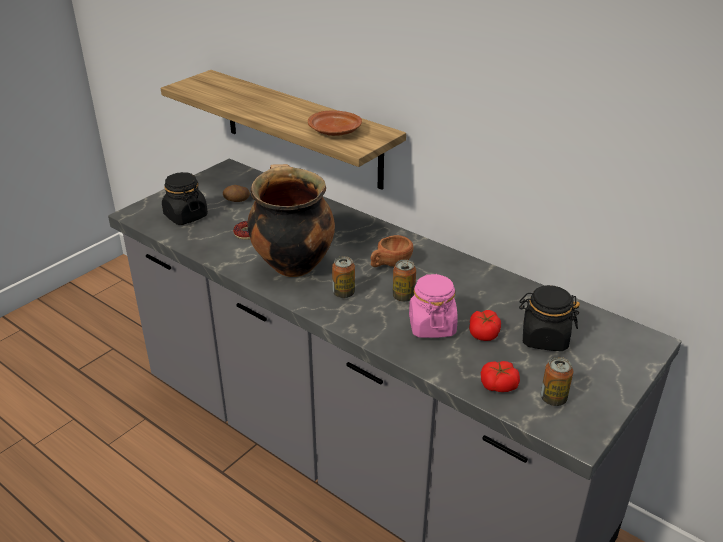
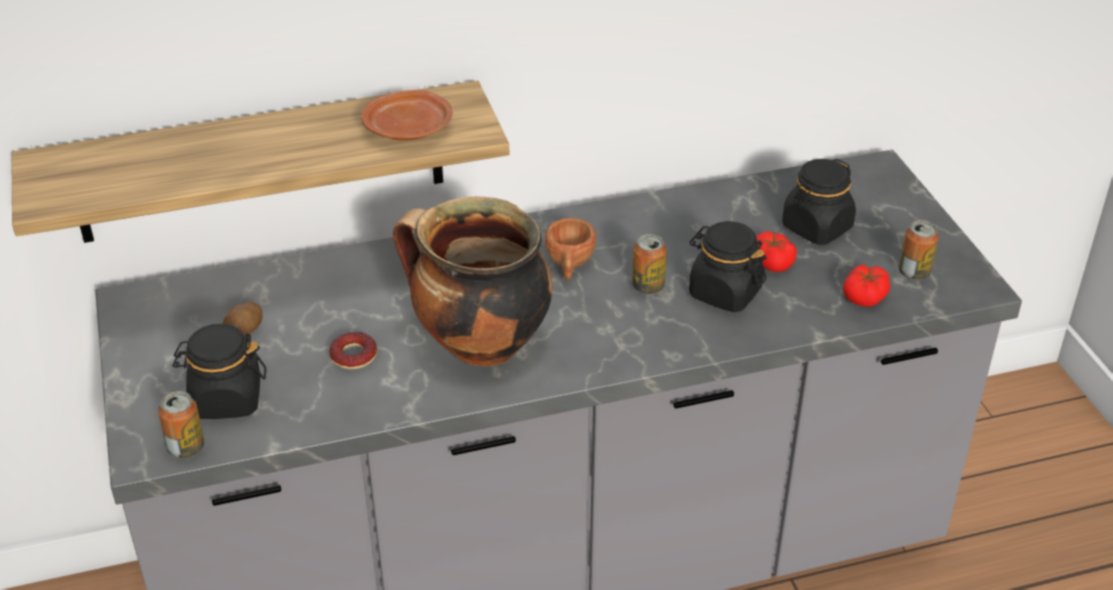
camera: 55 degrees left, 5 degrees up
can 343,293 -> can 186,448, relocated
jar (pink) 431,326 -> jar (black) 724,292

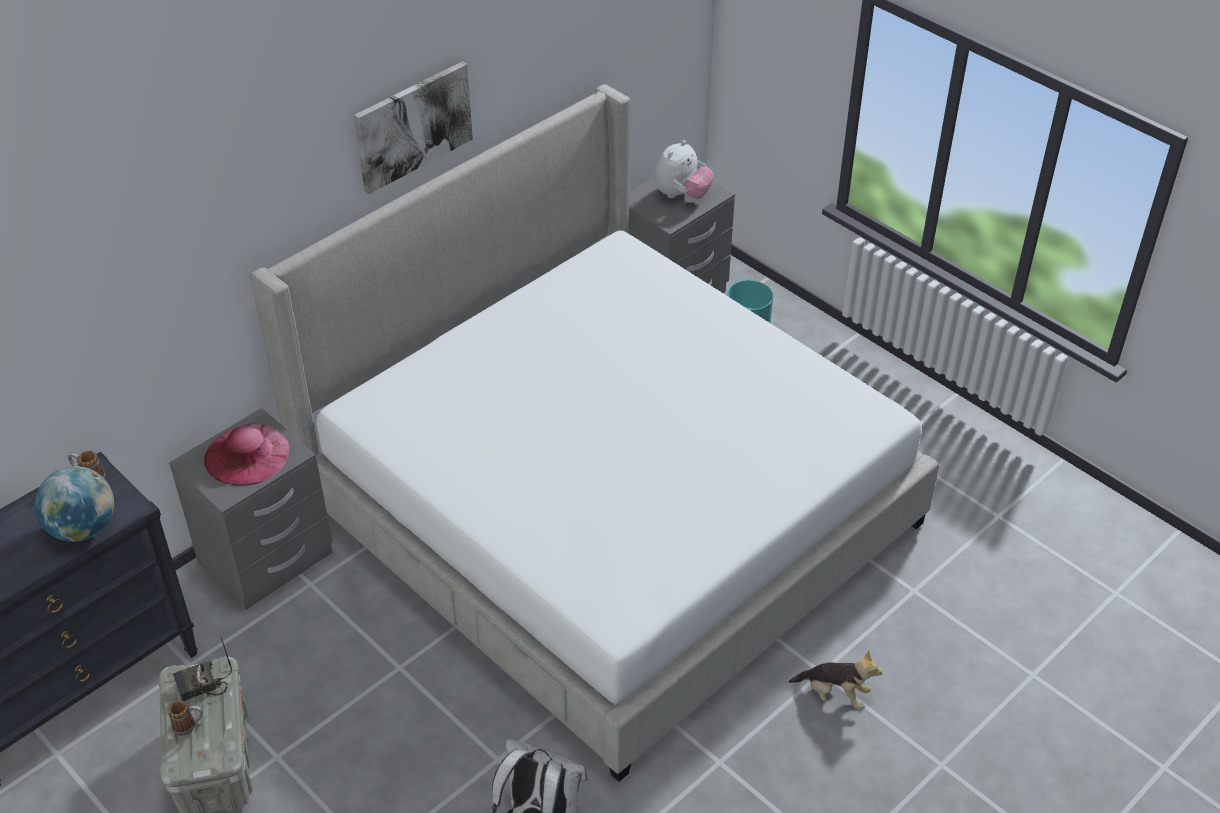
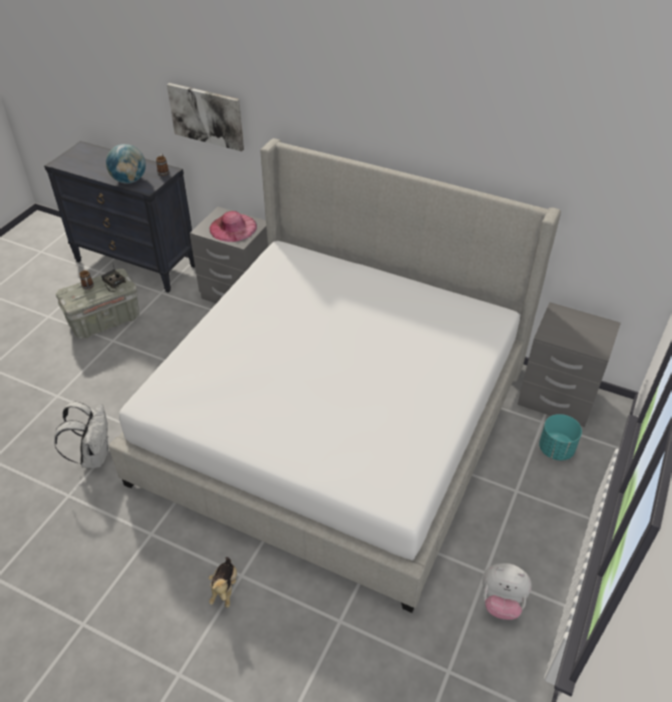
camera: 70 degrees right, 0 degrees up
picture 413,126 -> picture 207,116, relocated
plush toy 681,195 -> plush toy 501,602, relocated

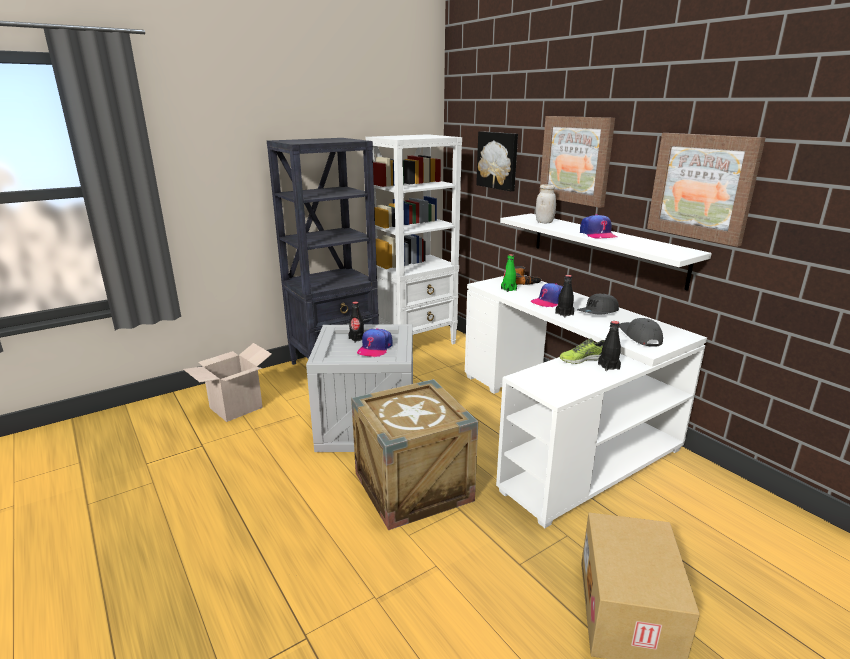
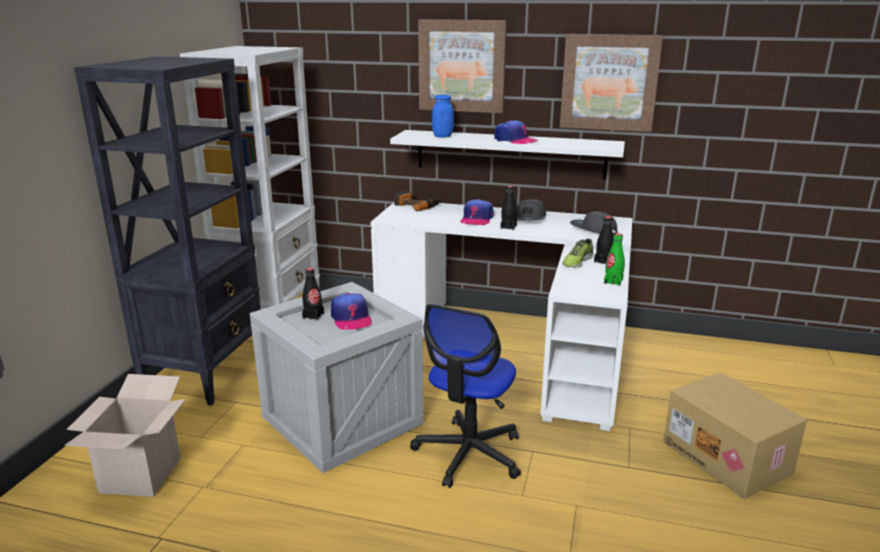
camera: 40 degrees left, 0 degrees up
picture 498,160 -> none
bottle (green) 508,289 -> bottle (green) 613,281, relocated
crate 413,487 -> office chair 468,454
jar (white) 544,222 -> jar (blue) 442,136

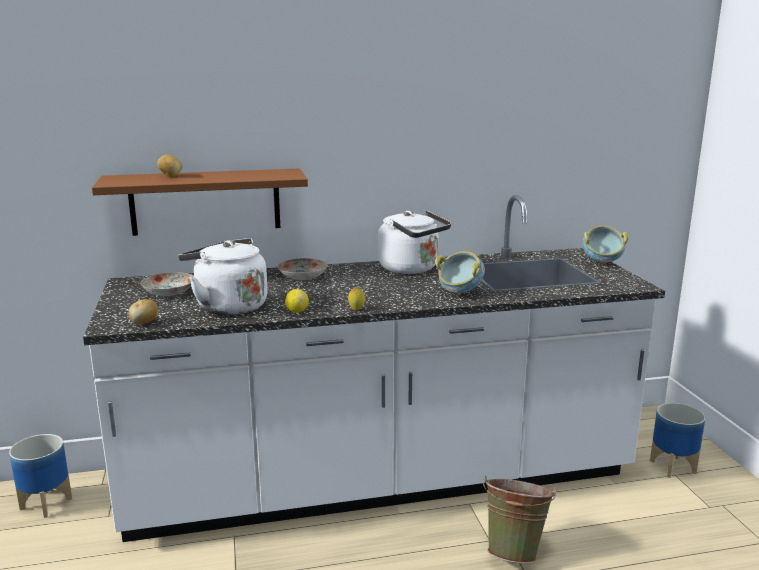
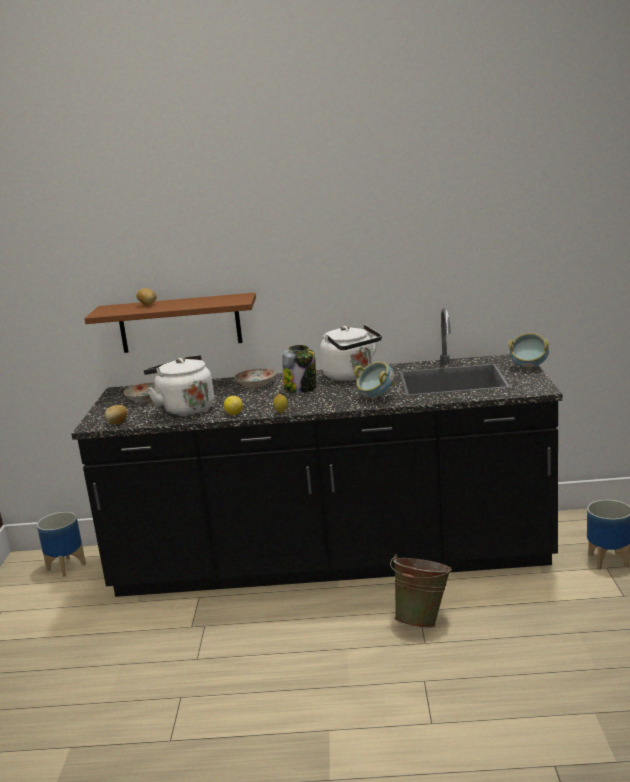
camera: 15 degrees right, 0 degrees up
none -> jar 301,388
counter (white) 379,480 -> counter (black) 331,561

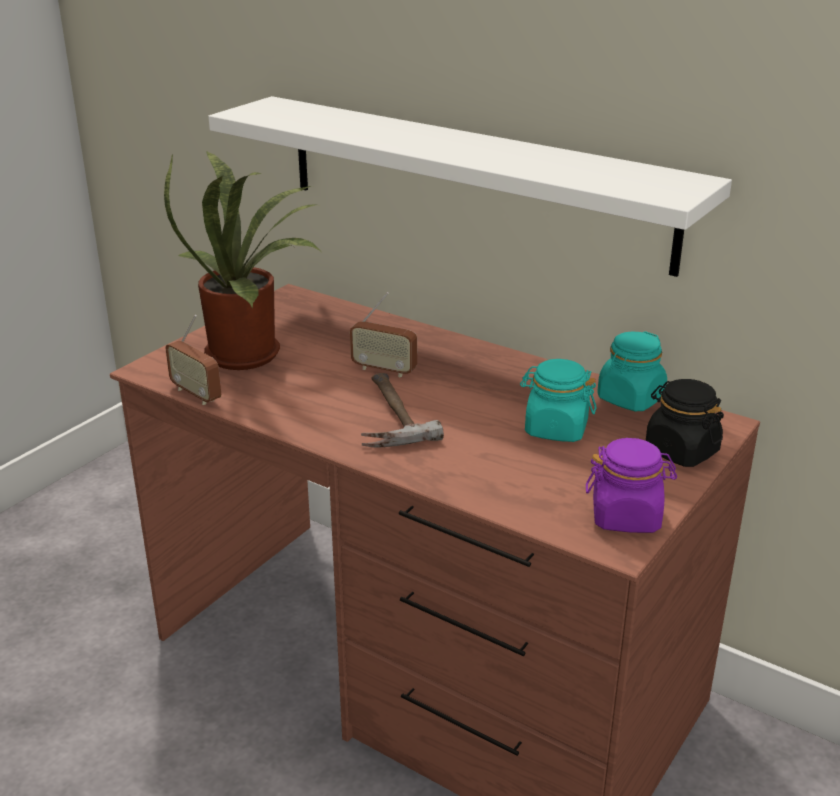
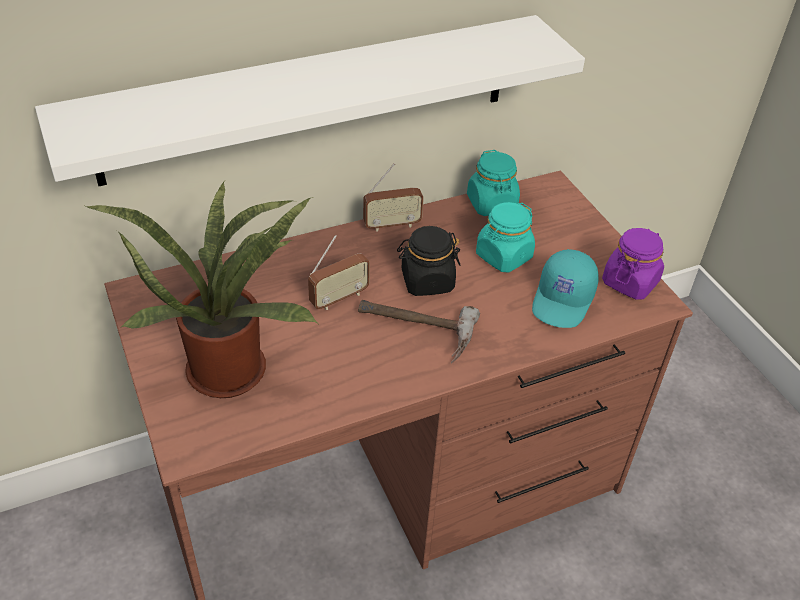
camera: 60 degrees left, 15 degrees up
none -> cap (turquoise) 563,301
radio 196,394 -> radio 392,225, relocated
jar (black) 681,451 -> jar (black) 427,281, relocated

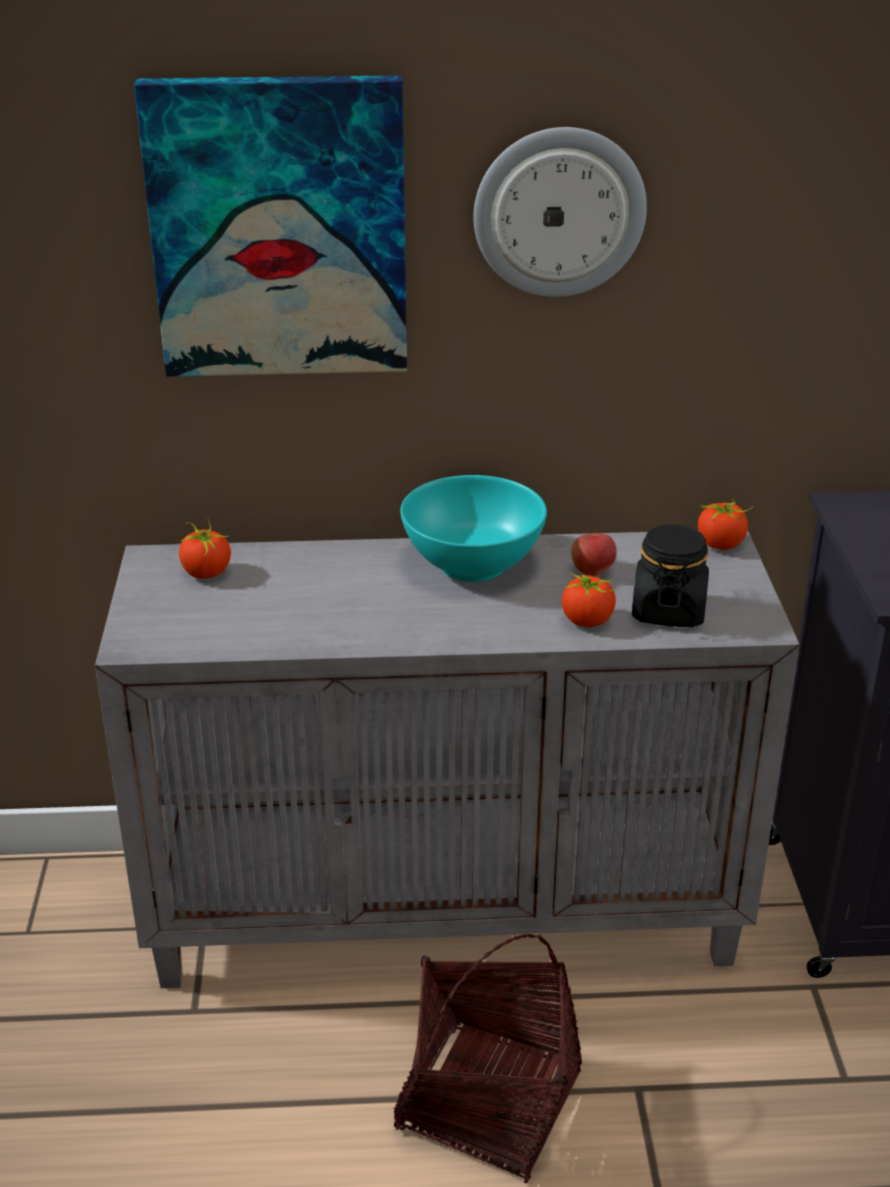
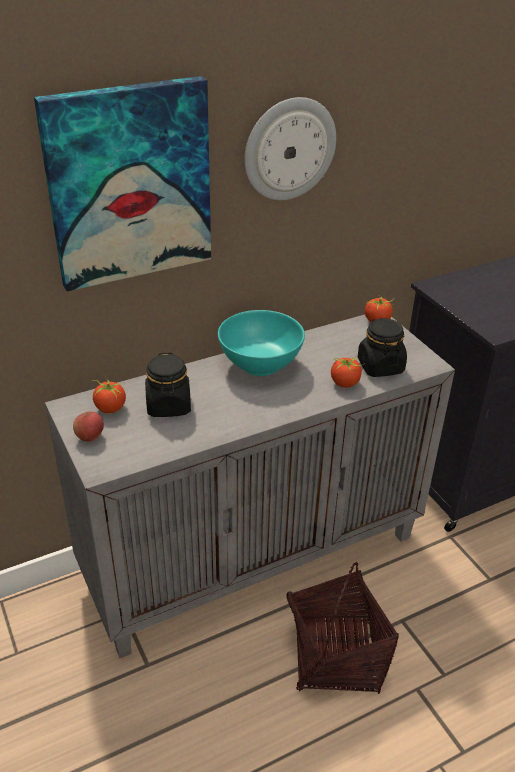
camera: 25 degrees left, 5 degrees up
none -> jar (black) 169,406
apple 592,571 -> apple 90,437, relocated

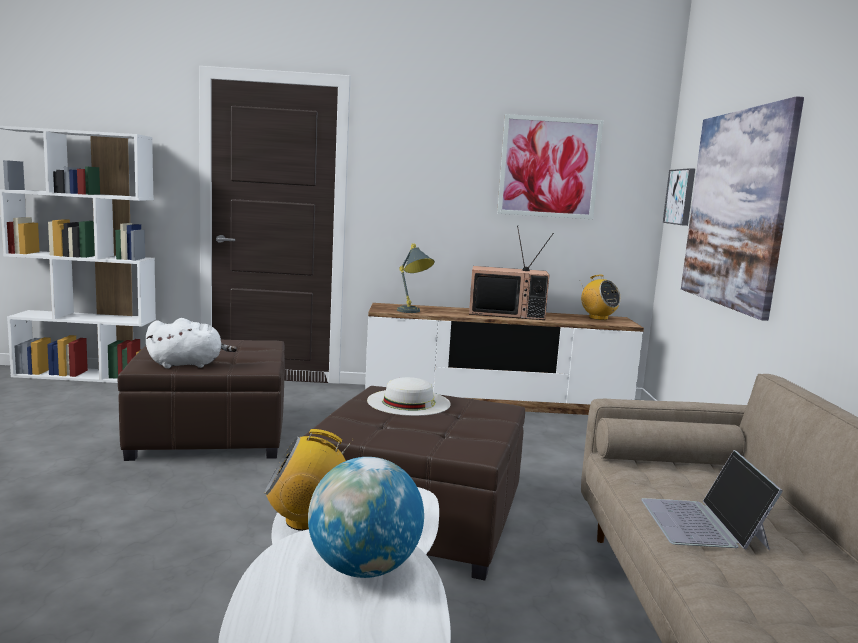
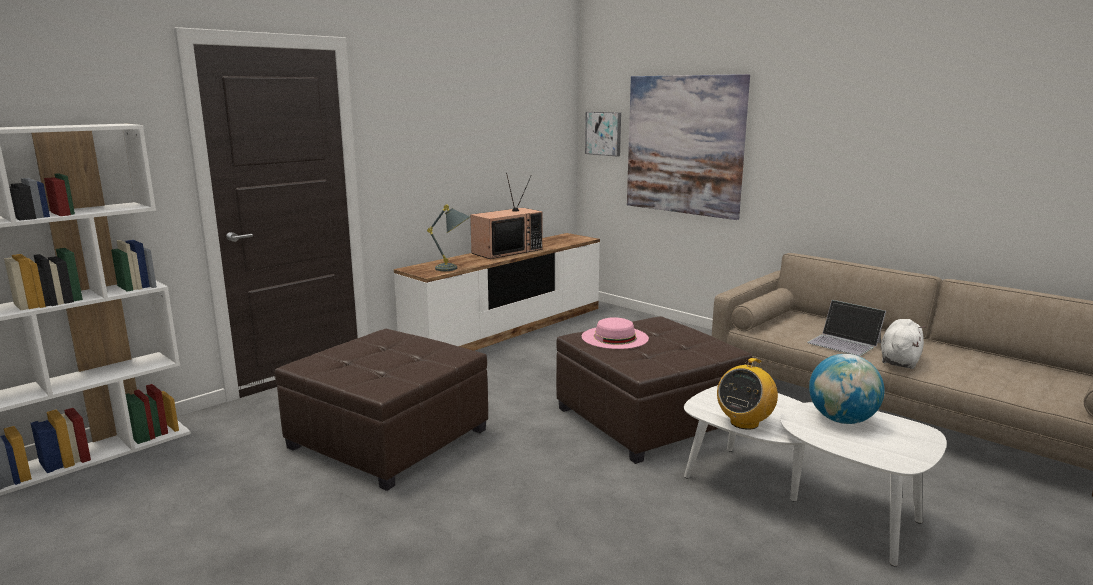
camera: 45 degrees left, 5 degrees up
picture 549,167 -> none
radio 598,318 -> none
plush toy (white) 188,364 -> plush toy (white) 899,360, relocated
hat (white) 409,402 -> hat (pink) 615,337

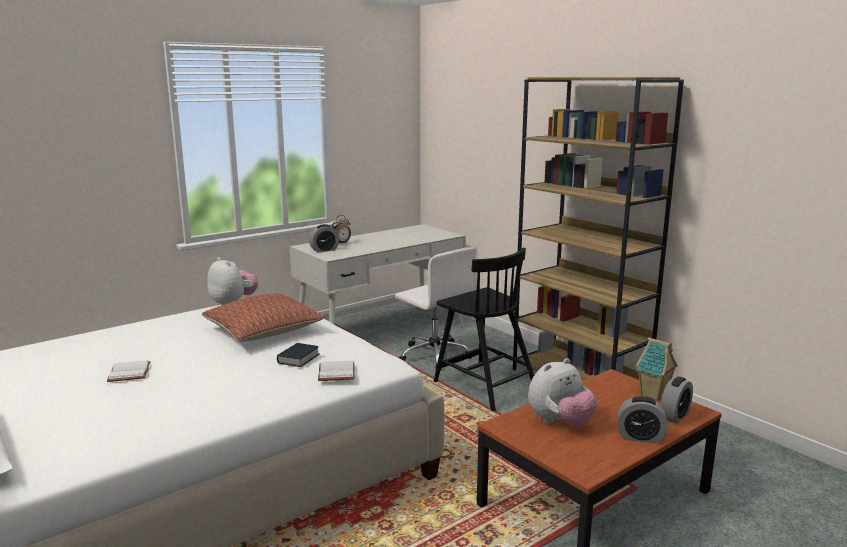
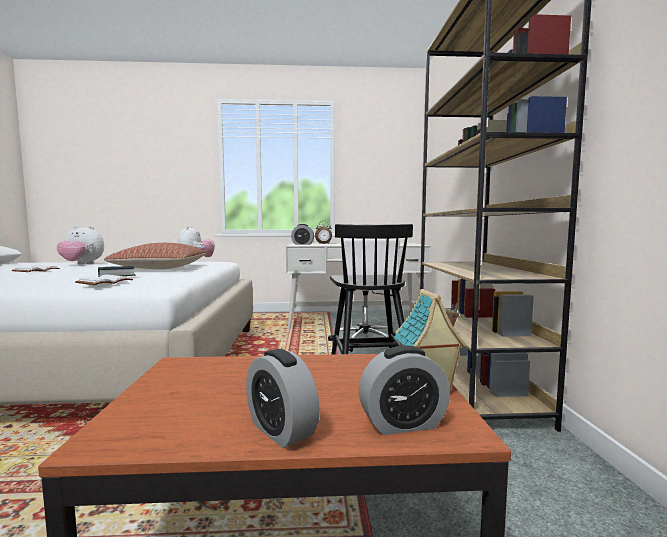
camera: 35 degrees right, 10 degrees down
plush toy 560,423 -> plush toy 82,264, relocated

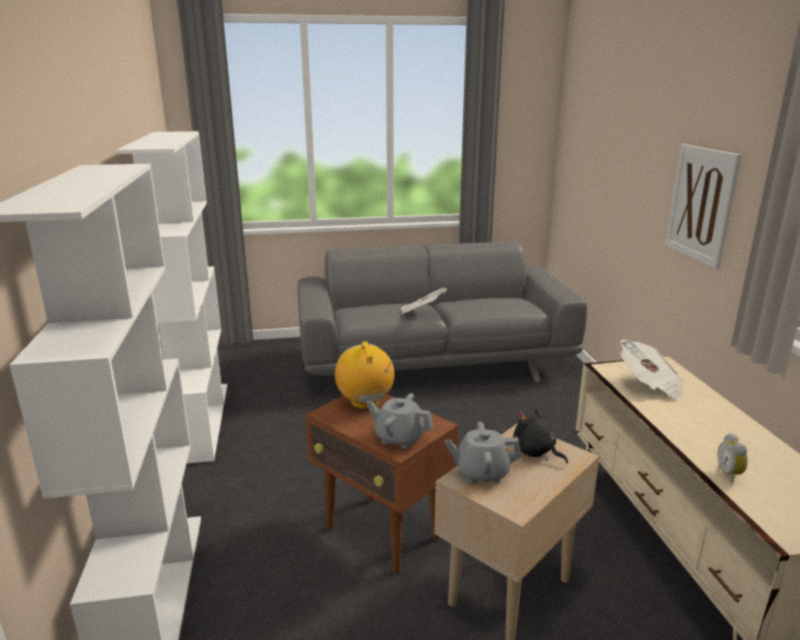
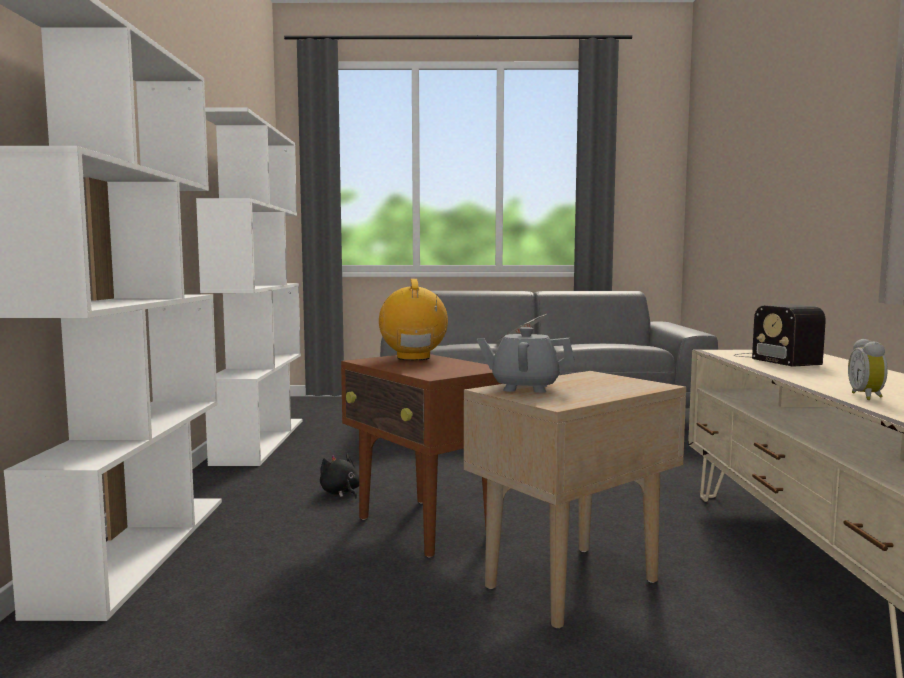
camera: 10 degrees right, 15 degrees down
teapot (grey) 399,438 -> none
picture 701,204 -> none
plush toy (black) 535,452 -> plush toy (black) 341,493, relocated
newspaper 650,385 -> radio 774,358

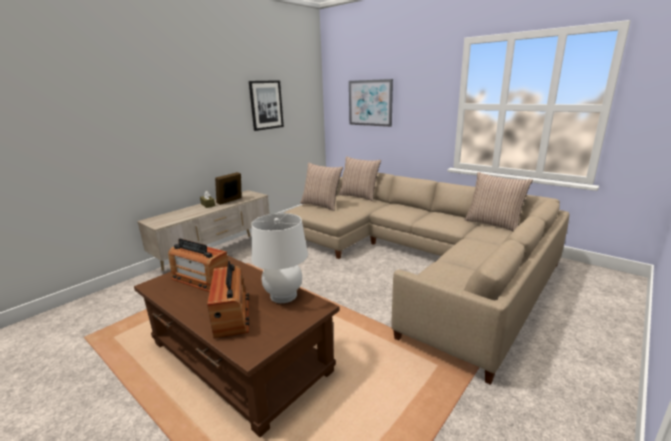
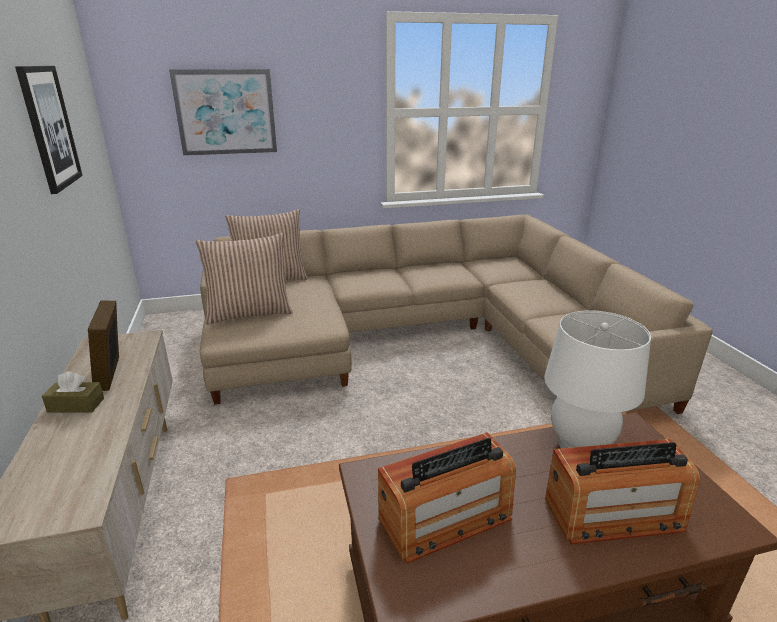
camera: 55 degrees left, 5 degrees up
pillow 493,224 -> none
radio 232,315 -> radio 613,514, 150 degrees clockwise

